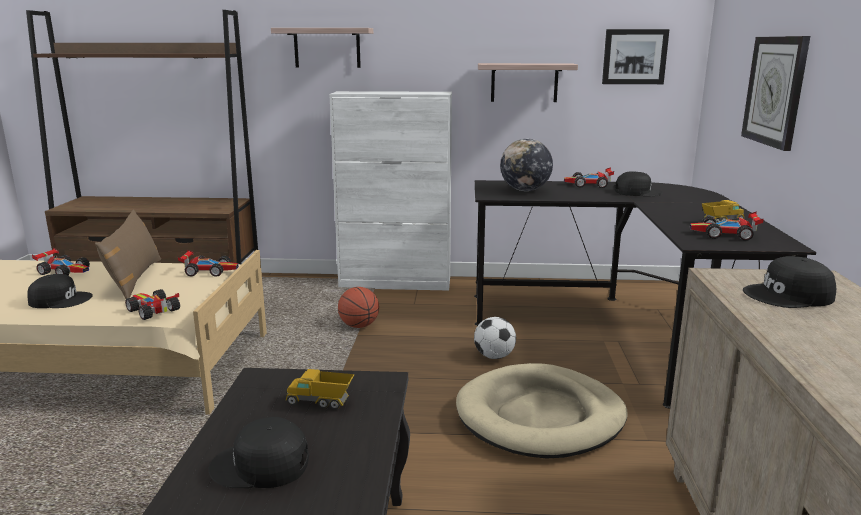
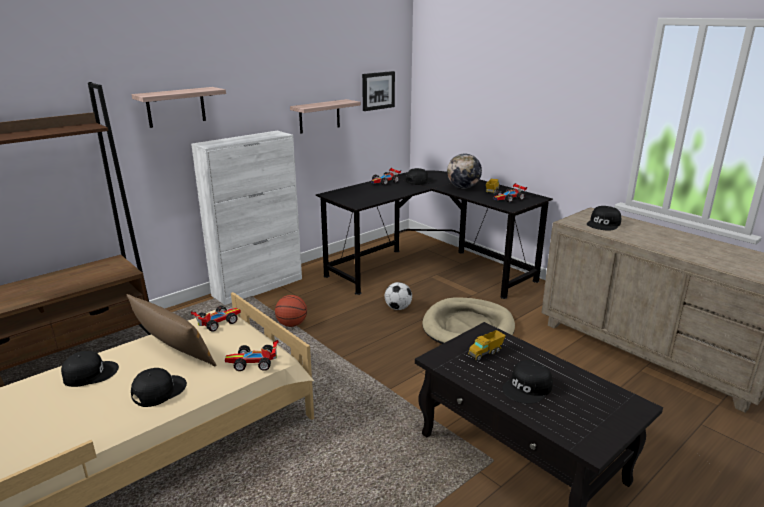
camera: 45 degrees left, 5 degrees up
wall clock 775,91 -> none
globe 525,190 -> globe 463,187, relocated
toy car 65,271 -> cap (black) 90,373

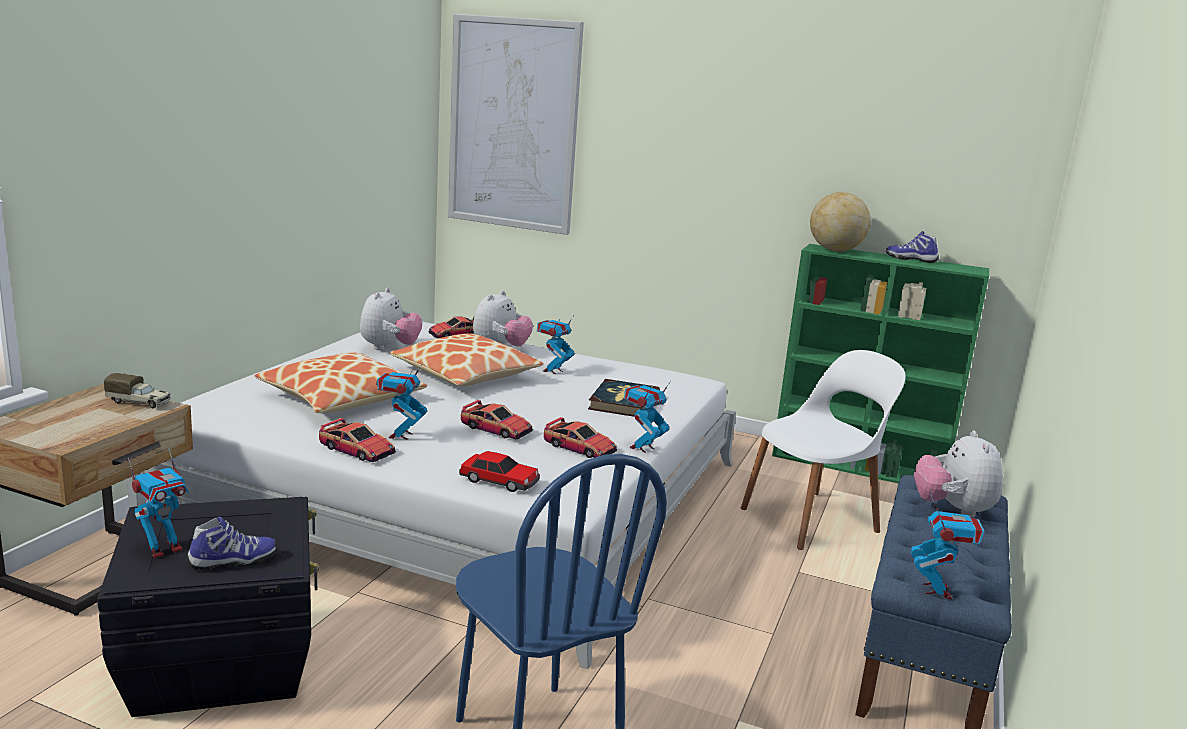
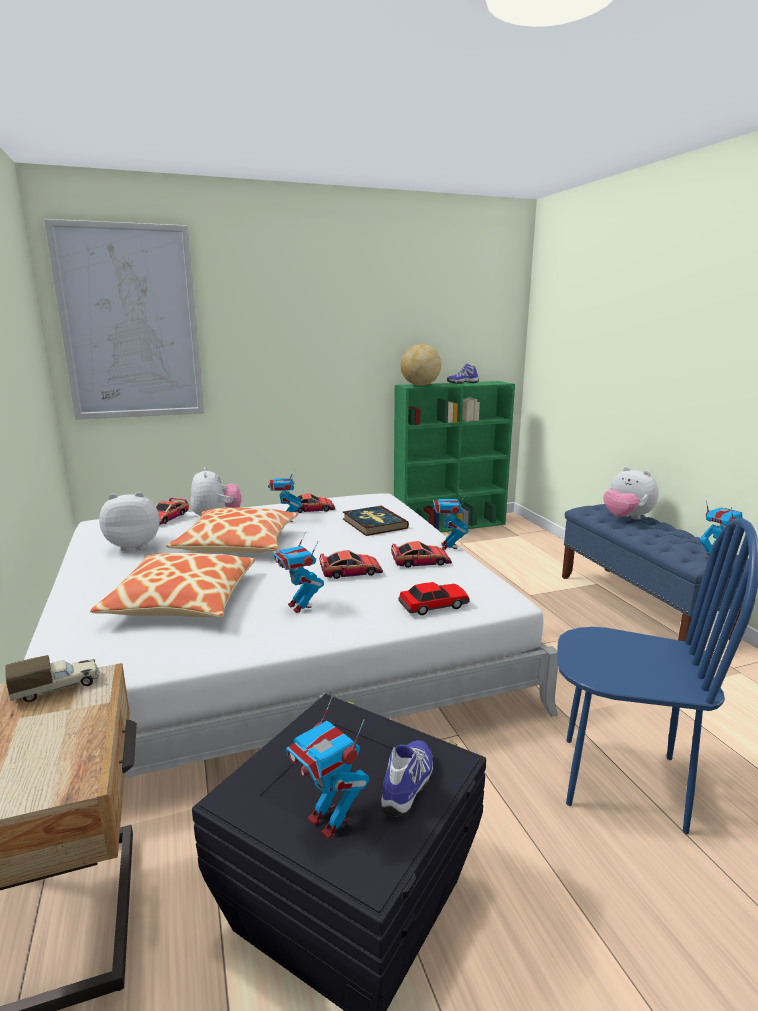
camera: 40 degrees left, 0 degrees up
chair (white) 812,519 -> none
toy car 357,450 -> toy car 312,509, relocated
toy robot 164,549 -> toy robot 329,821, 135 degrees clockwise
plush toy 389,348 -> plush toy 134,546, 75 degrees counterclockwise

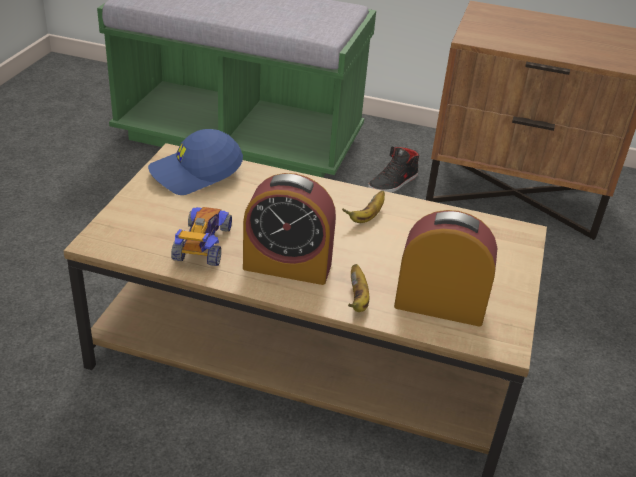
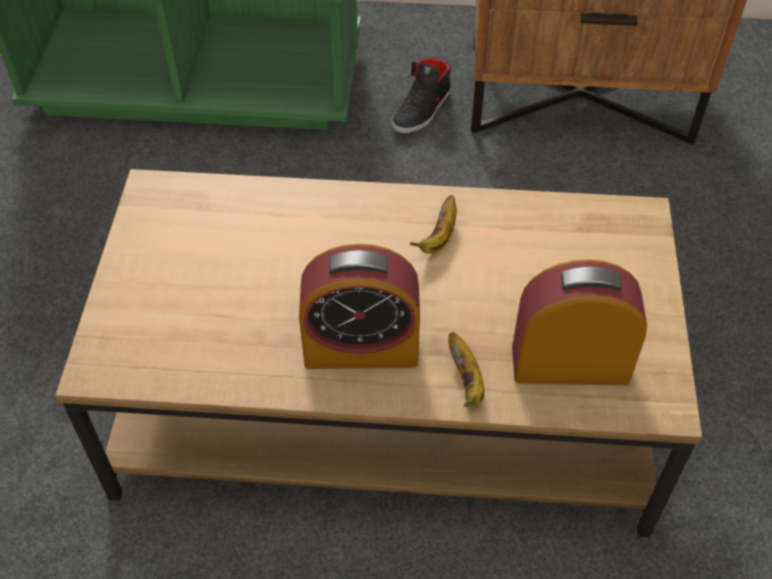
camera: 10 degrees left, 15 degrees up
cap (blue) 196,174 -> none
toy car 203,246 -> none

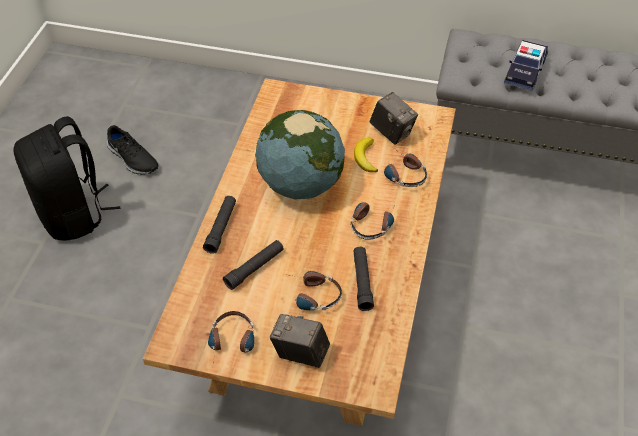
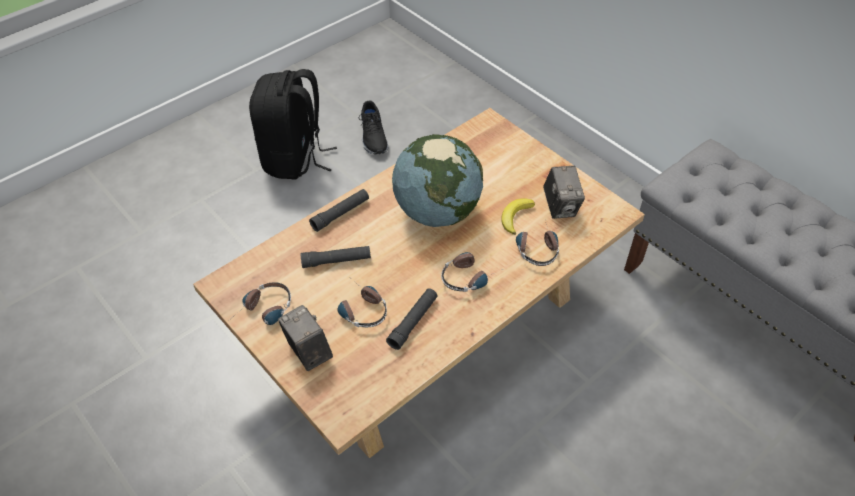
camera: 35 degrees right, 0 degrees up
toy car 525,71 -> none

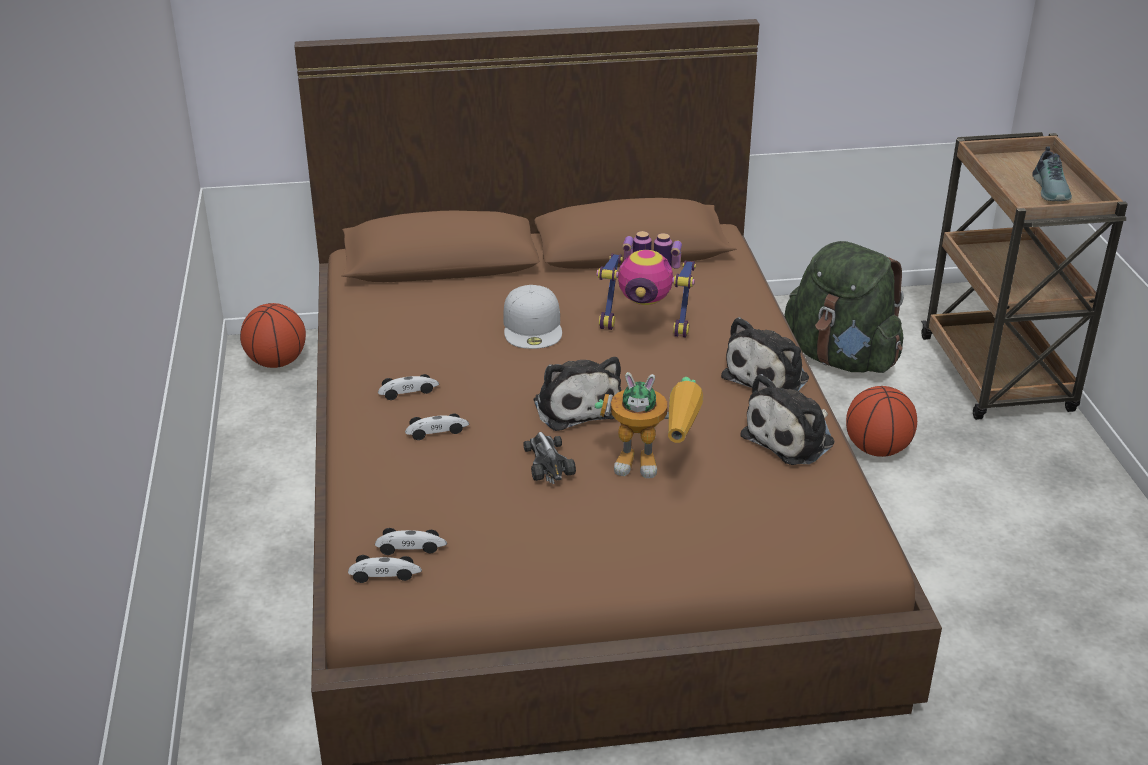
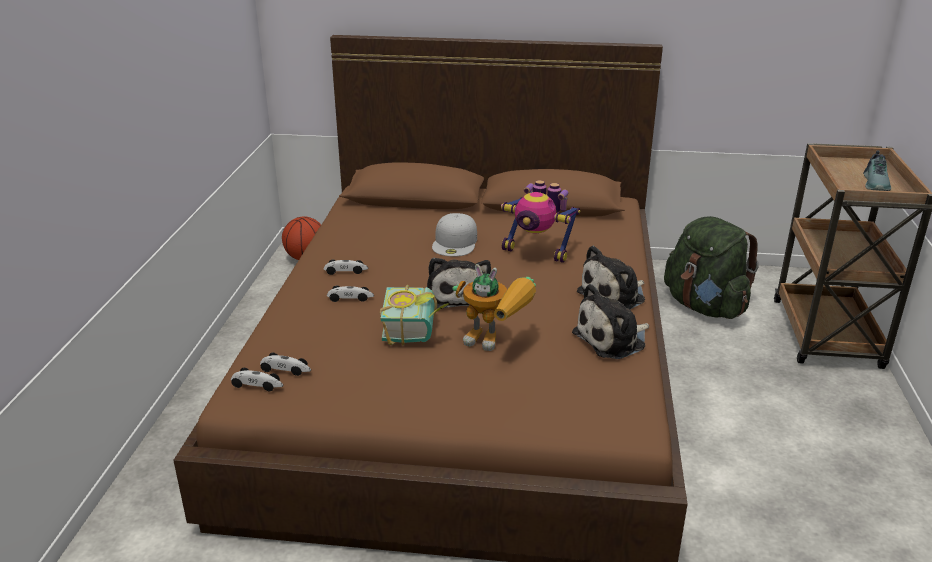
camera: 15 degrees right, 5 degrees down
basketball 877,449 -> none
toy car 548,462 -> book 416,328

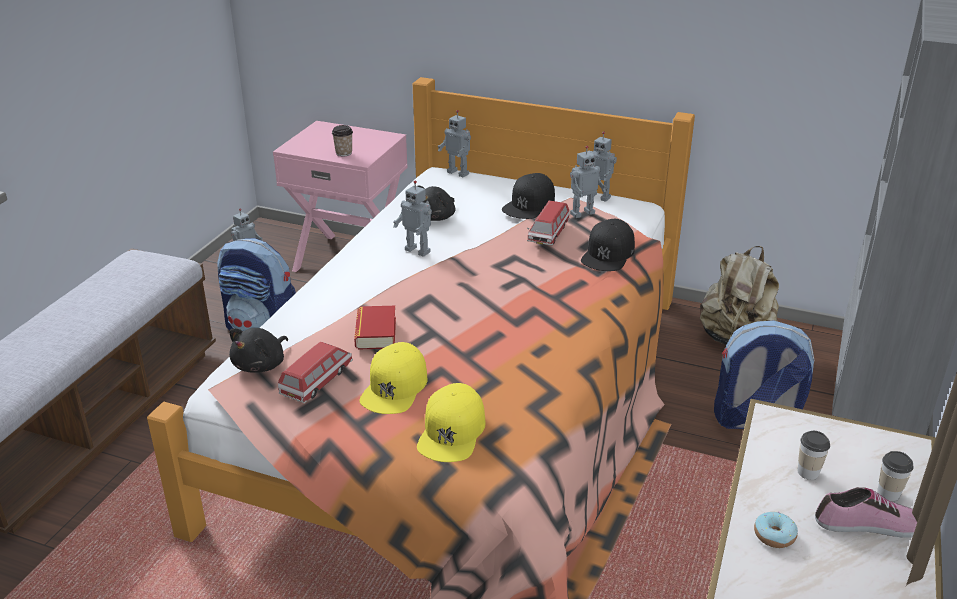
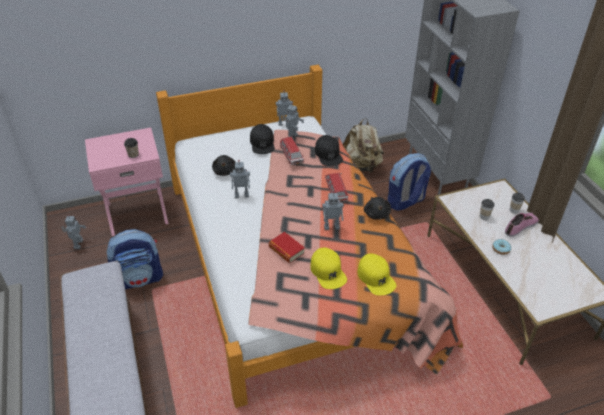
camera: 40 degrees left, 10 degrees up
plush toy (black) 261,365 -> plush toy (black) 376,214, relocated
toy car 317,381 -> toy car 336,191, relocated
toy robot 458,173 -> toy robot 331,226, relocated

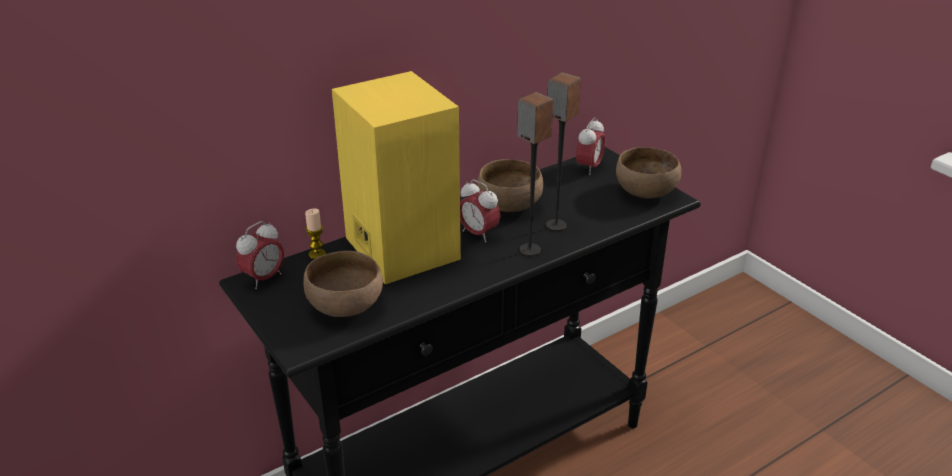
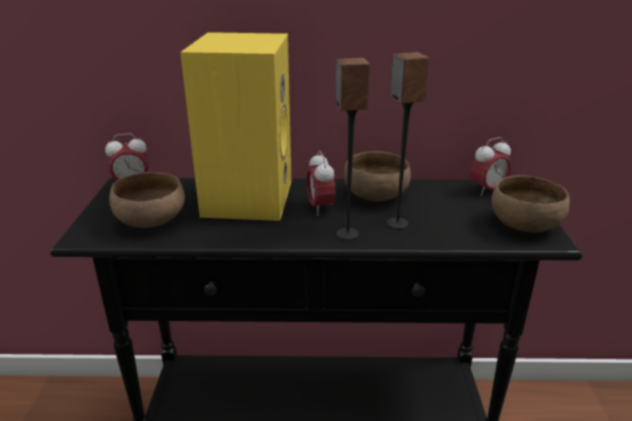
camera: 35 degrees right, 5 degrees down
candle 317,254 -> none

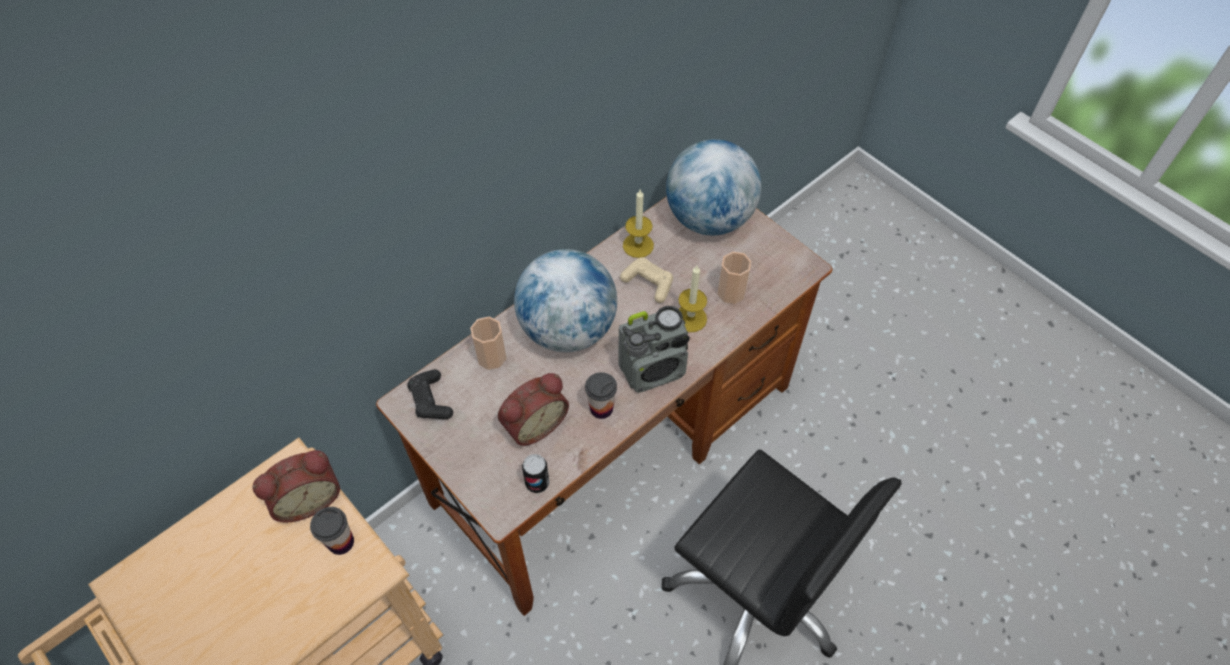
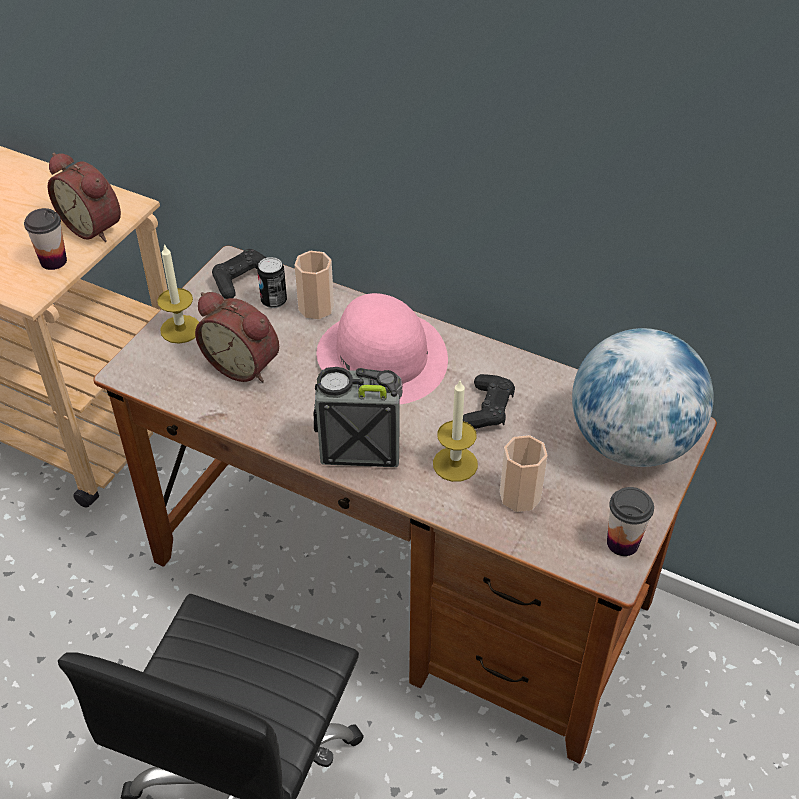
camera: 70 degrees right, 10 degrees down
can 537,483 -> can 274,301, relocated
cup 601,408 -> cup 622,543, relocated
candle 638,245 -> candle 180,329, relocated
globe 568,329 -> hat (pink) 382,357
game controller (beige) 648,283 -> game controller (black) 487,410
radio 653,370 -> radio 359,448, 135 degrees clockwise

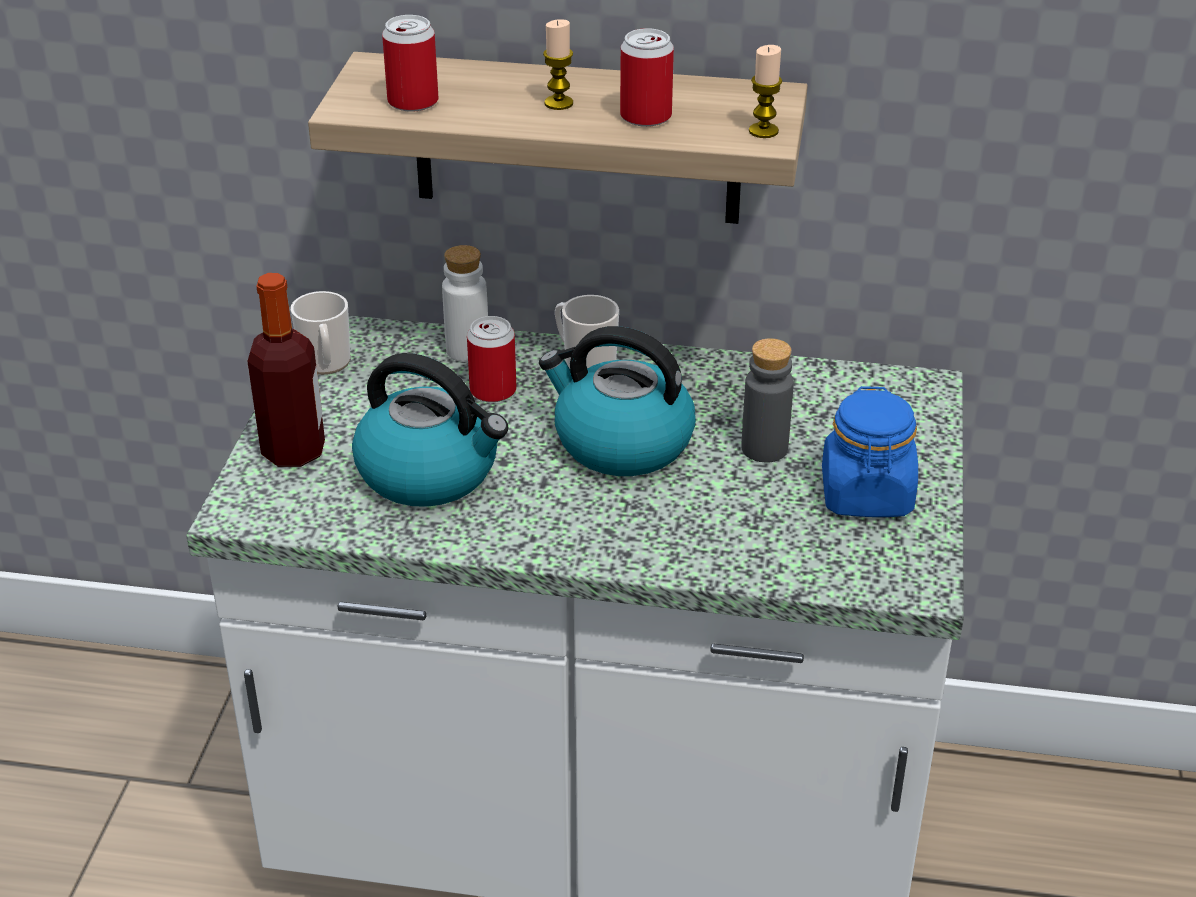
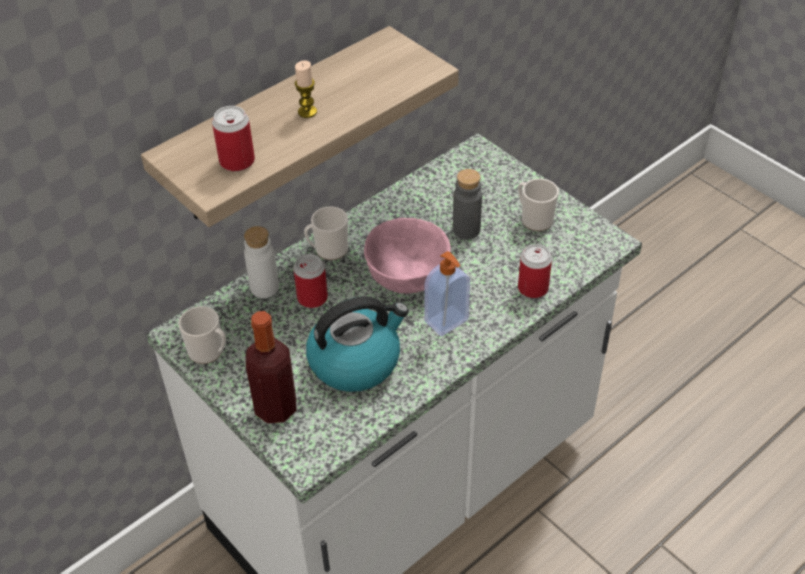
camera: 50 degrees left, 10 degrees up
candle 763,131 -> none
none -> soap dispenser 447,322
can 645,117 -> can 533,288, relocated
kettle 621,443 -> bowl (pink) 408,276
jar (blue) 866,495 -> mug 534,218

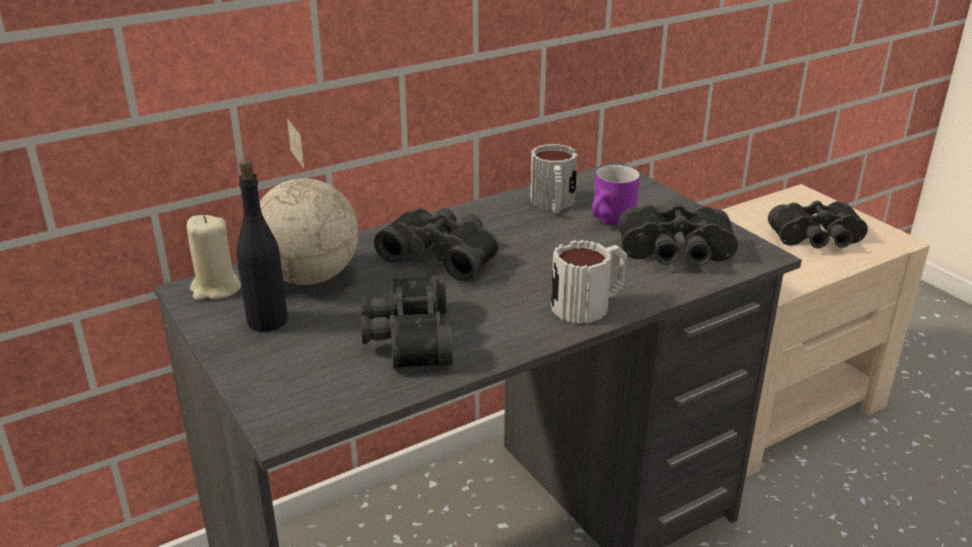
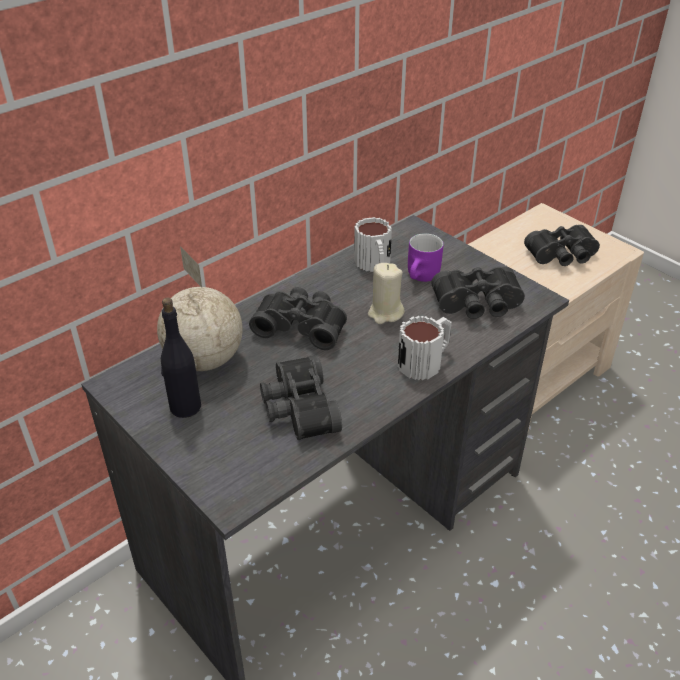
camera: 10 degrees left, 10 degrees up
candle (beige) 215,289 -> candle (beige) 385,313, relocated

